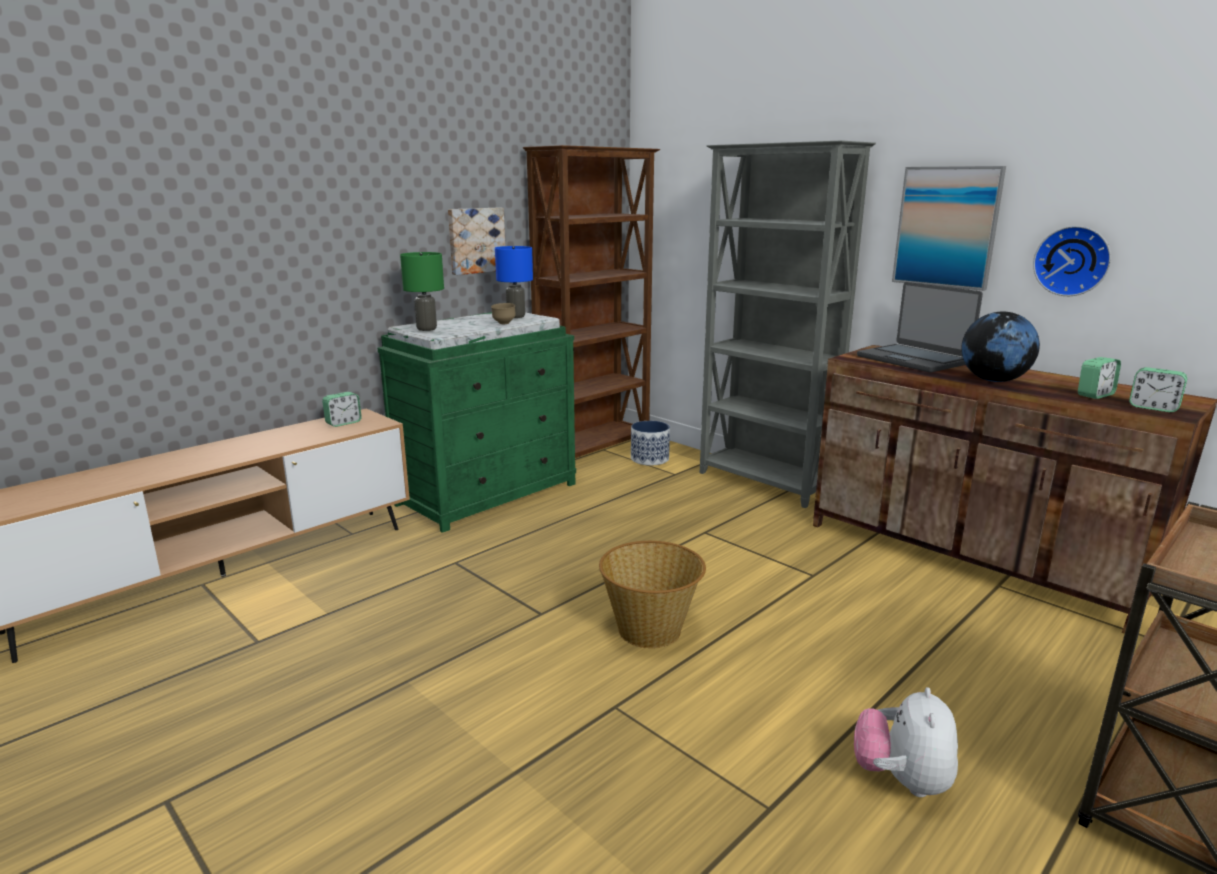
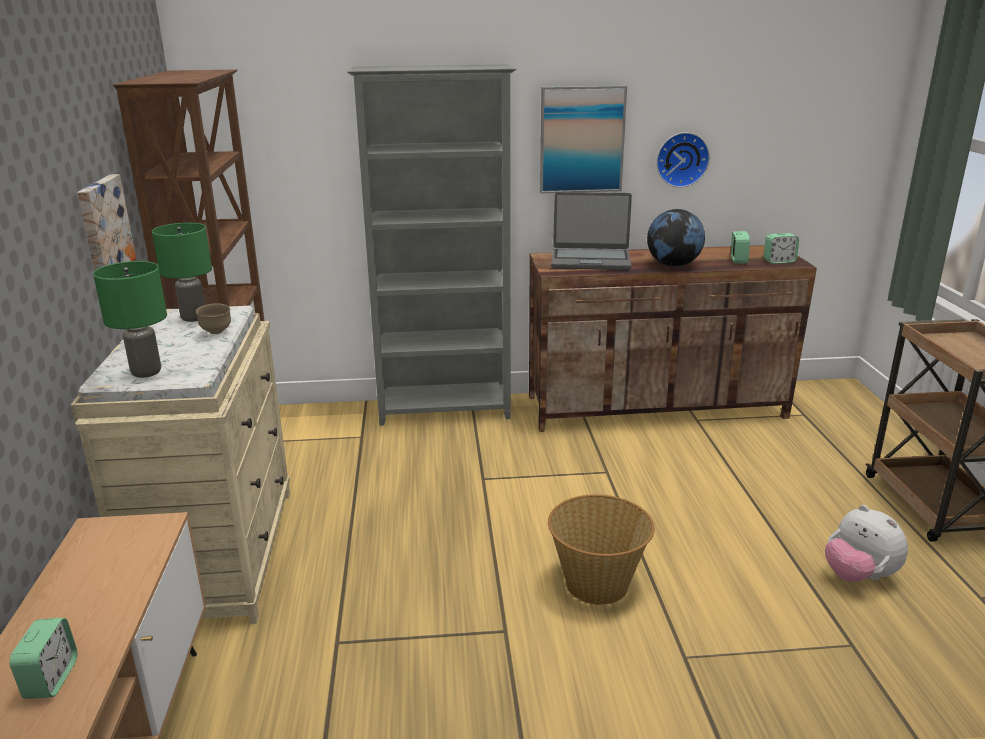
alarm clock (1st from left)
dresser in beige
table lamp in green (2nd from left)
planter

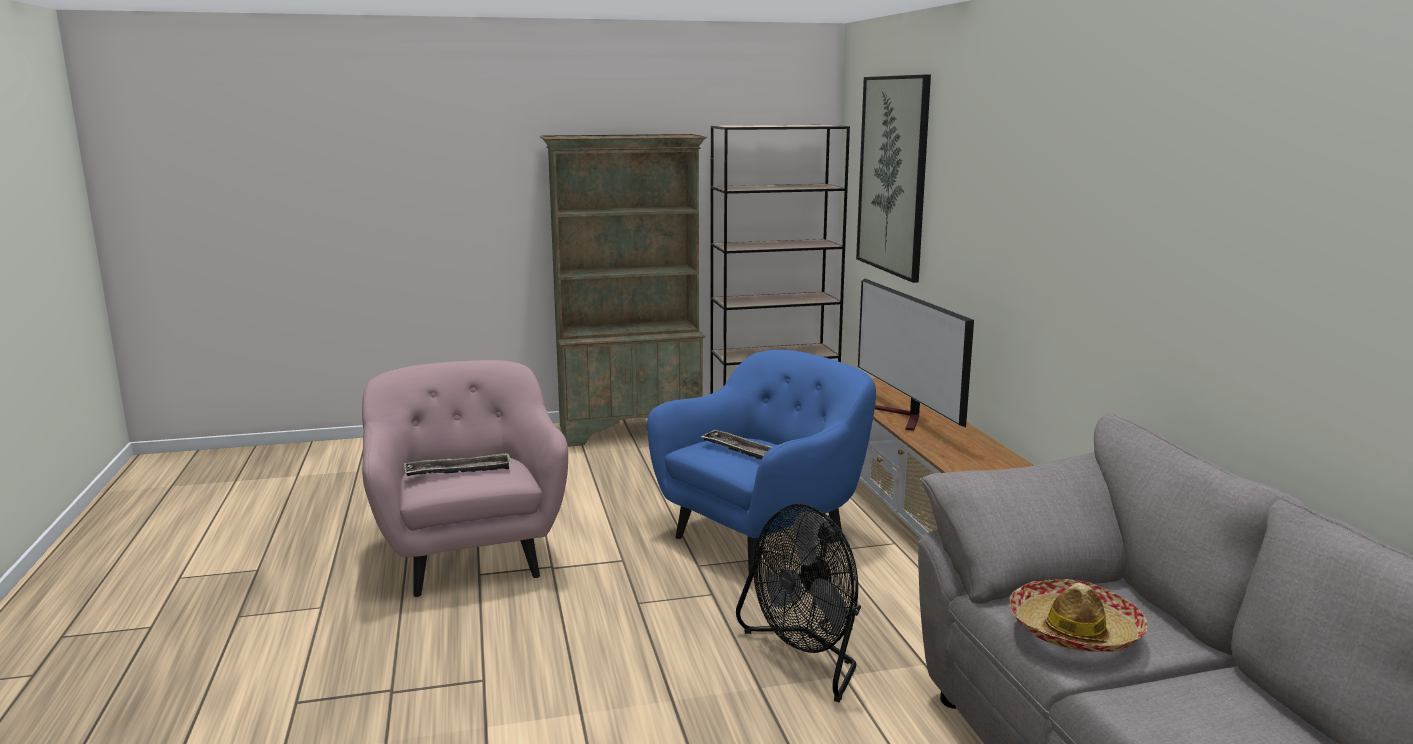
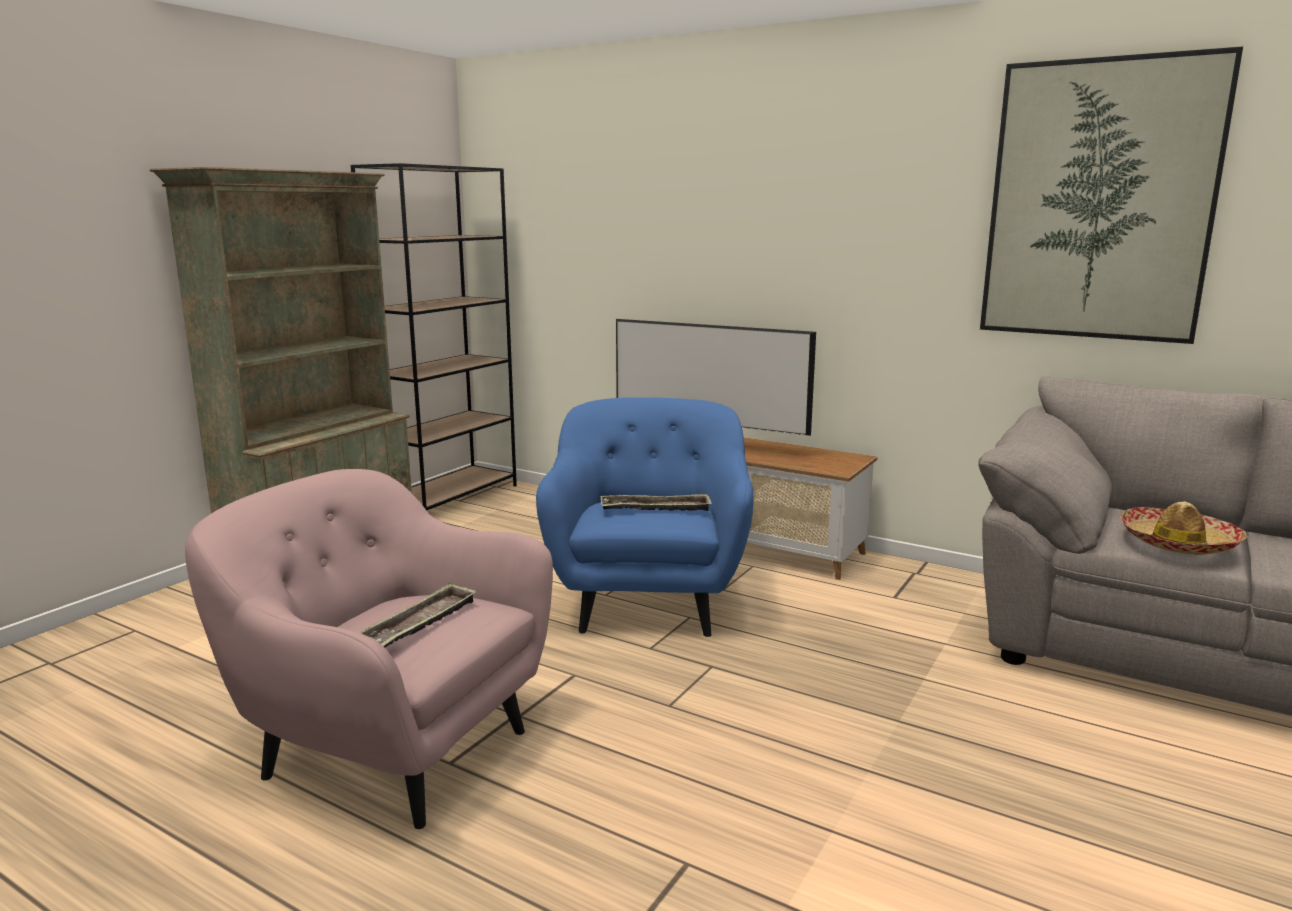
picture
fan in black

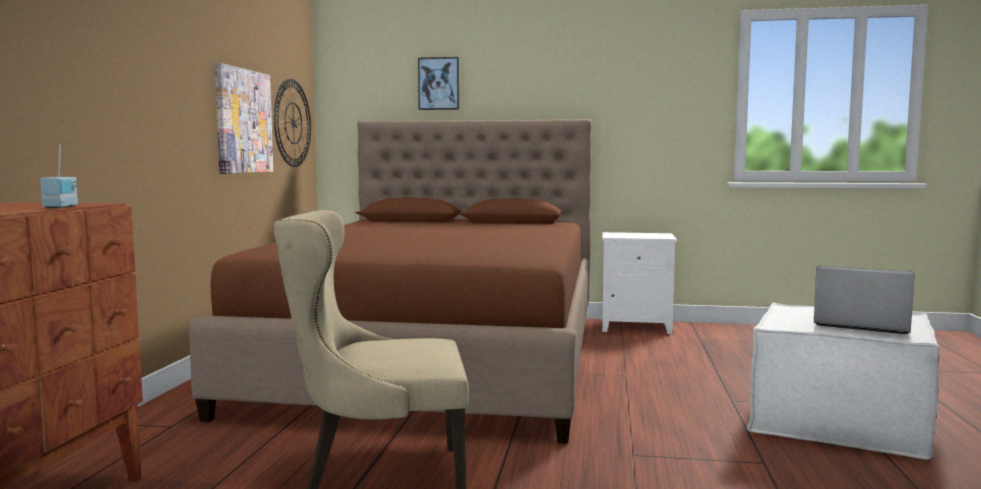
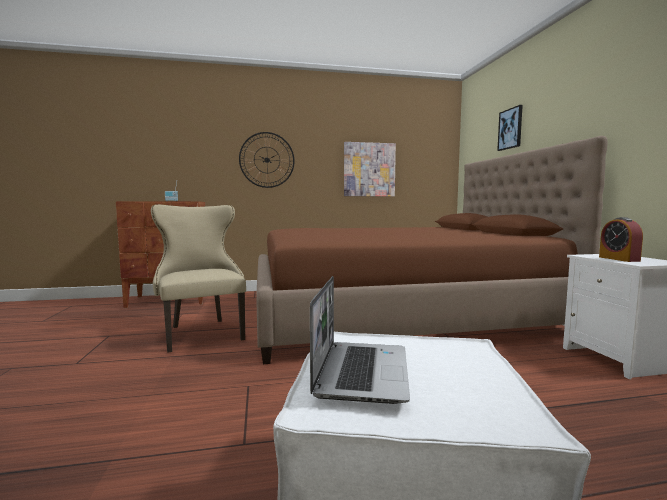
wall clock
alarm clock

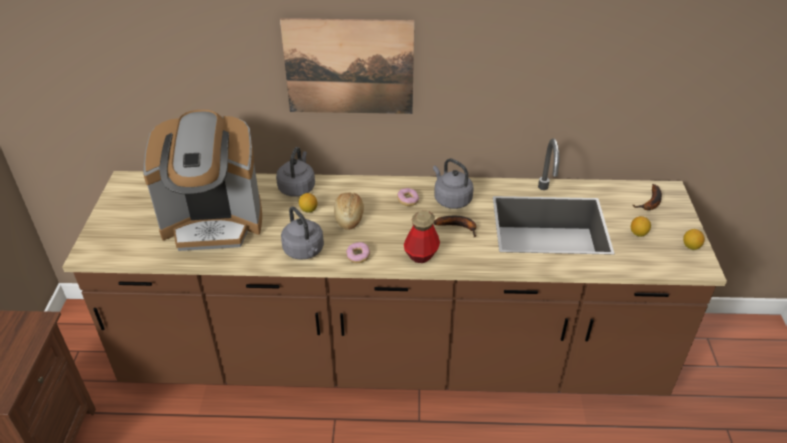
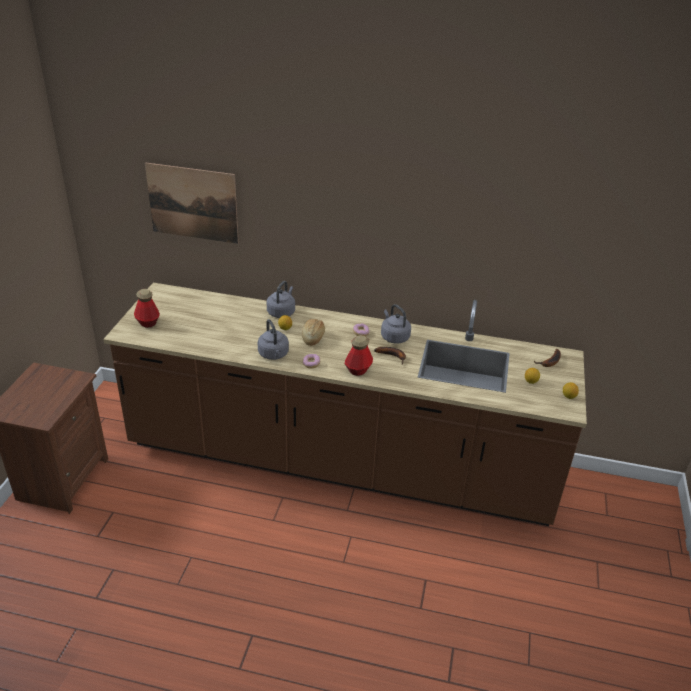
bottle (1st from left)
picture
coffee machine

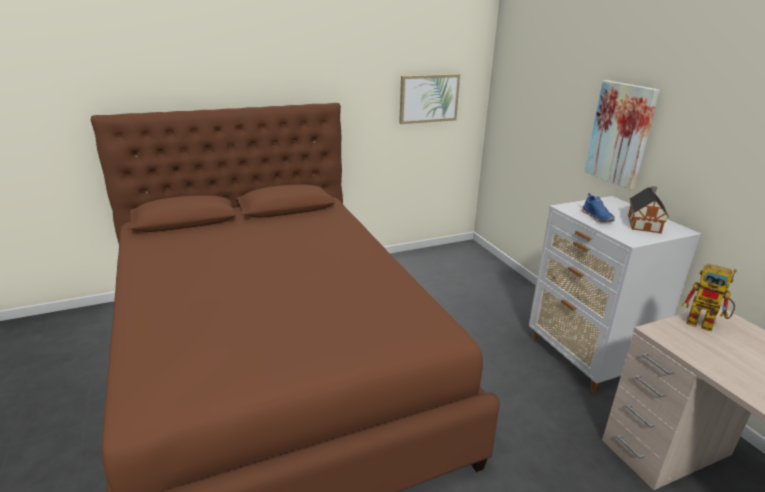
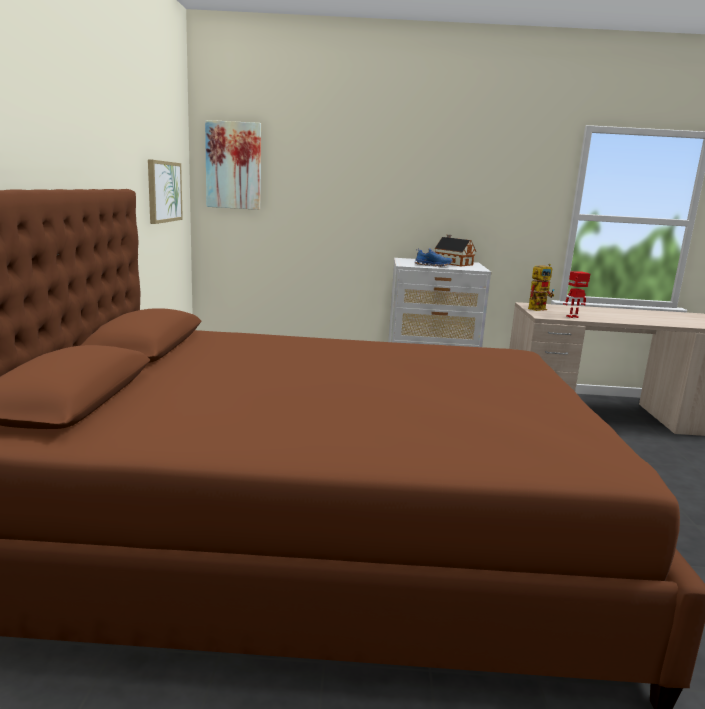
picture (2nd from left)
toy robot (2nd from left)

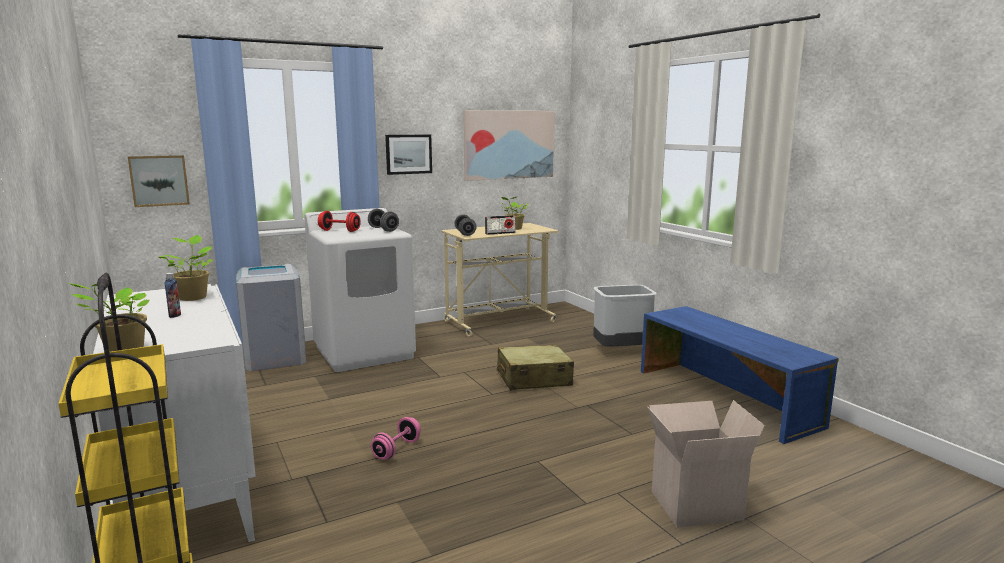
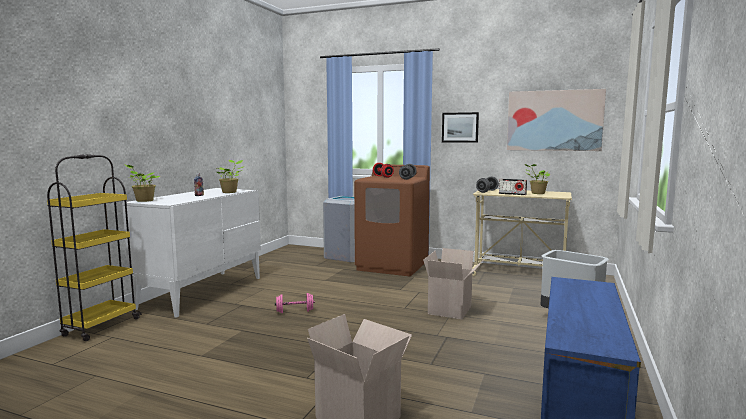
washing machine in brown
cardboard box (2nd from left)
picture (1st from left in the first image)

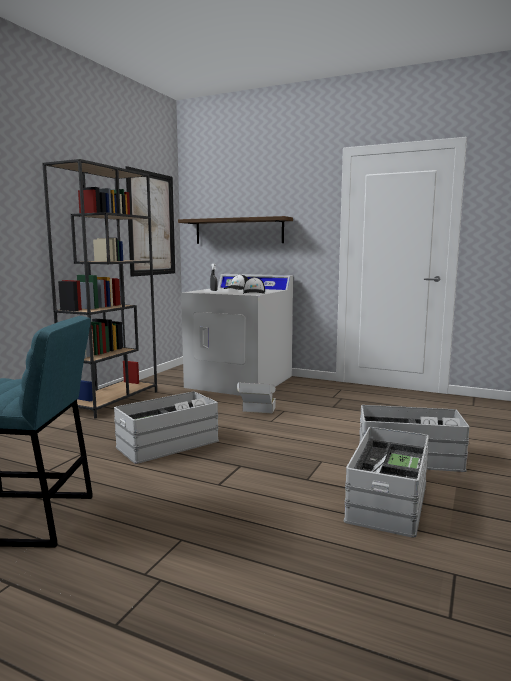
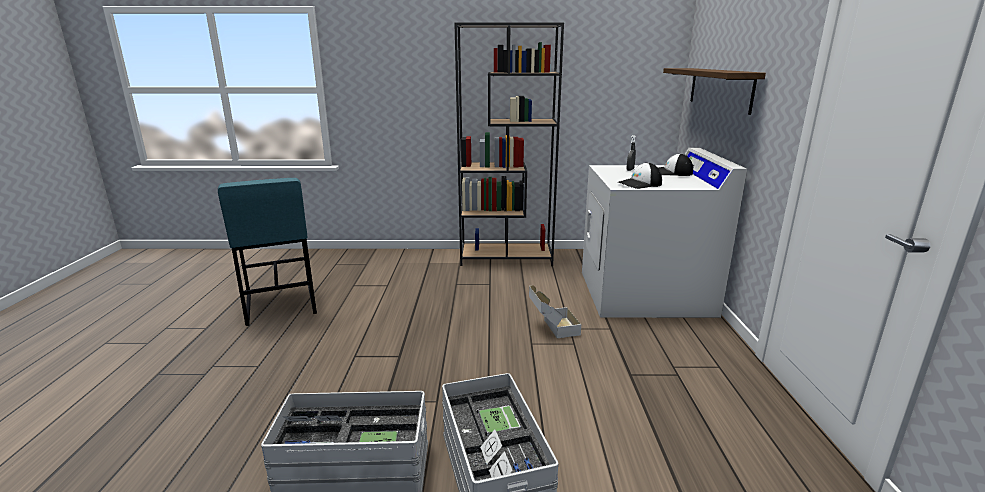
storage box in grey (1st from left in the first image)
picture

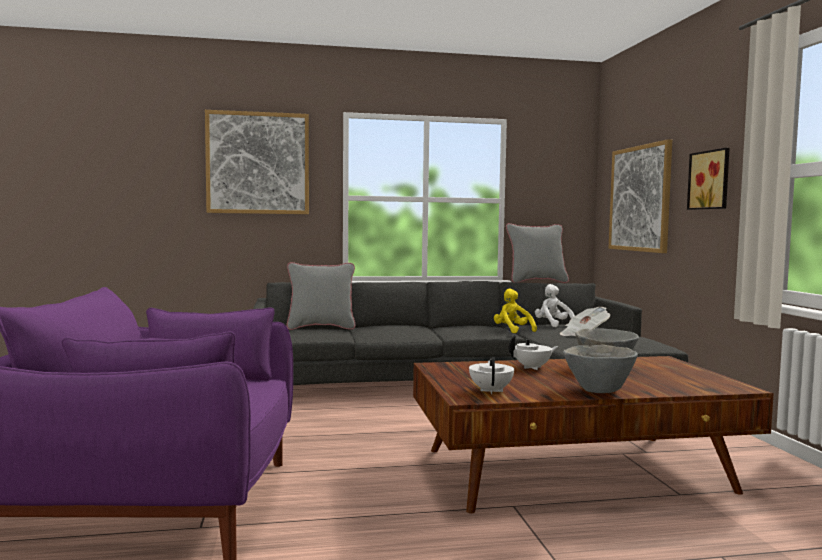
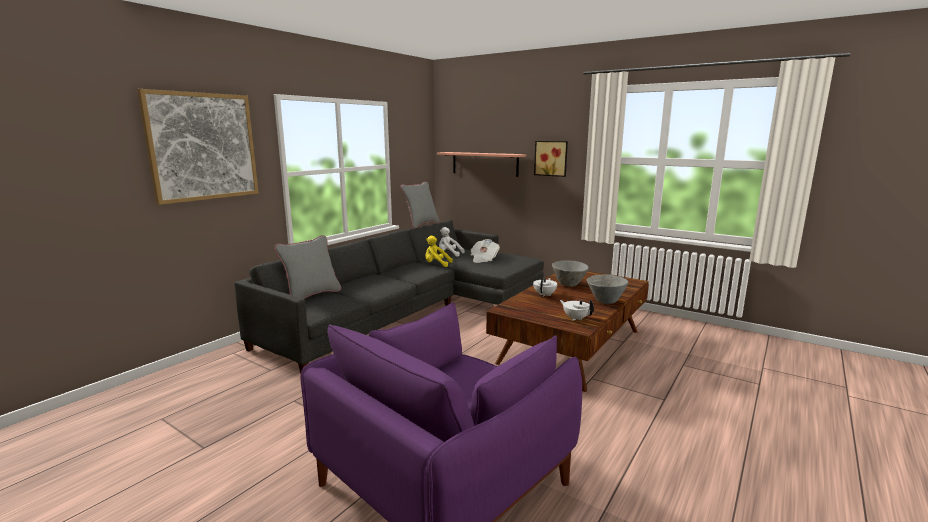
shelf

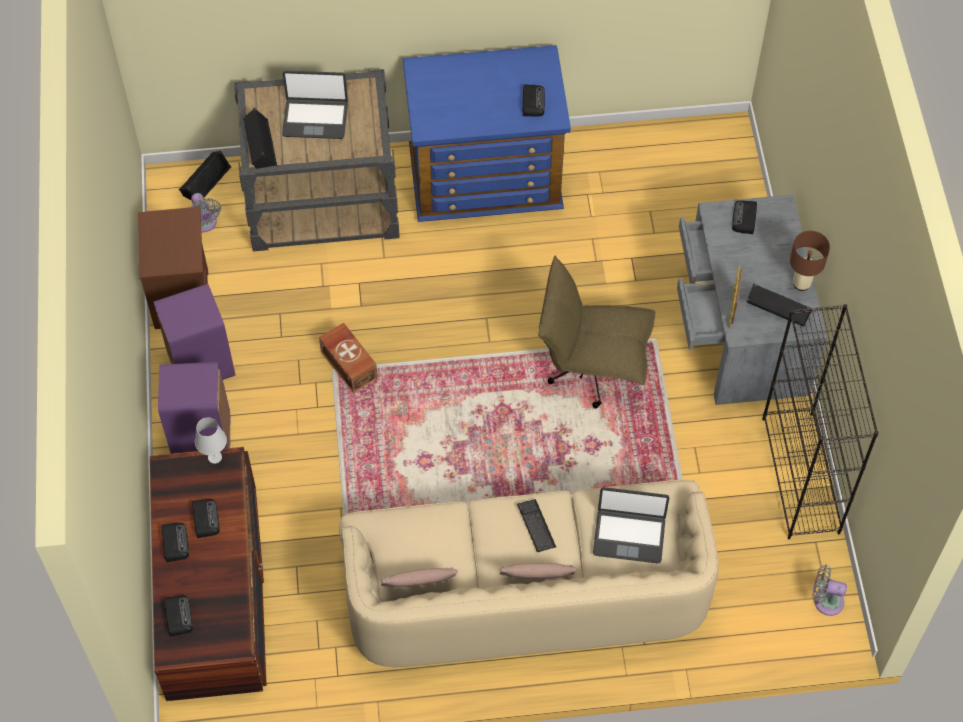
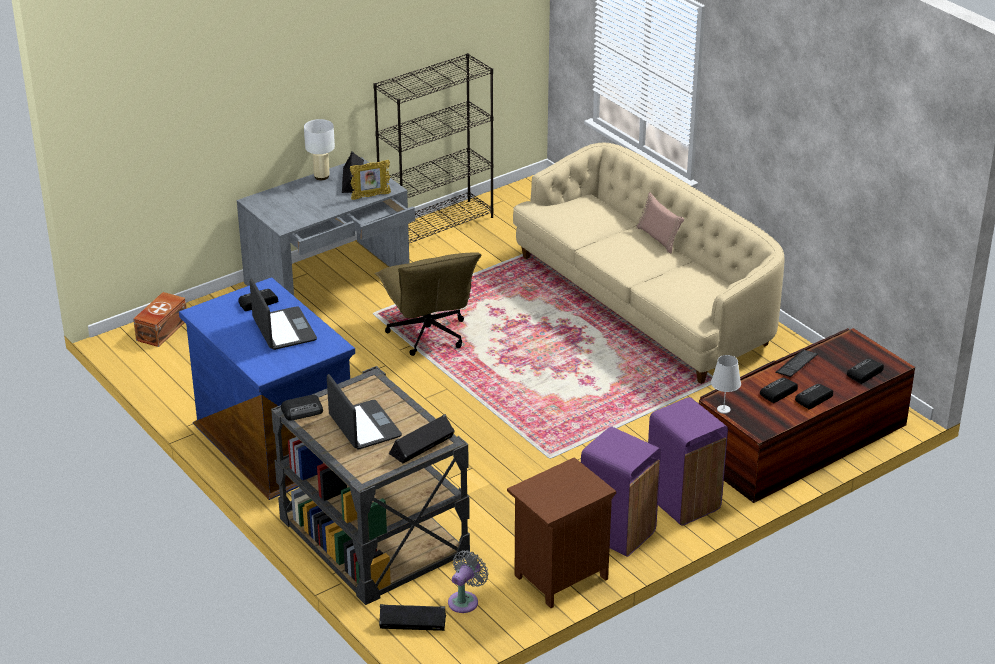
storage box in brown
laptop (1st from left)
radio (2nd from left)
table lamp in white (1st from left)
keyboard
pillow in beige (1st from left in the first image)
fan in grey (2nd from left in the first image)

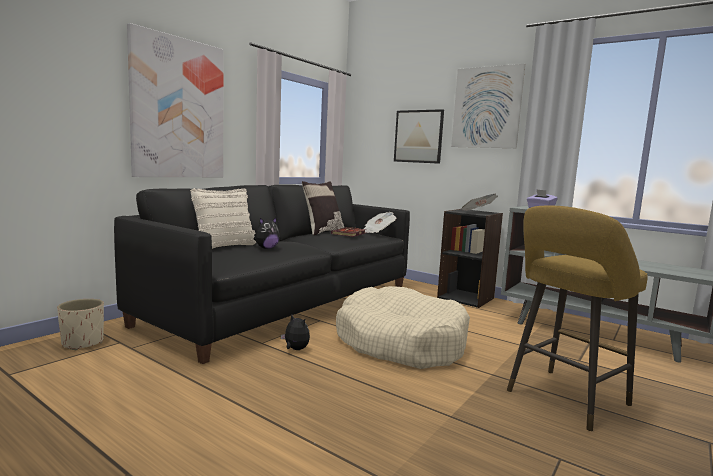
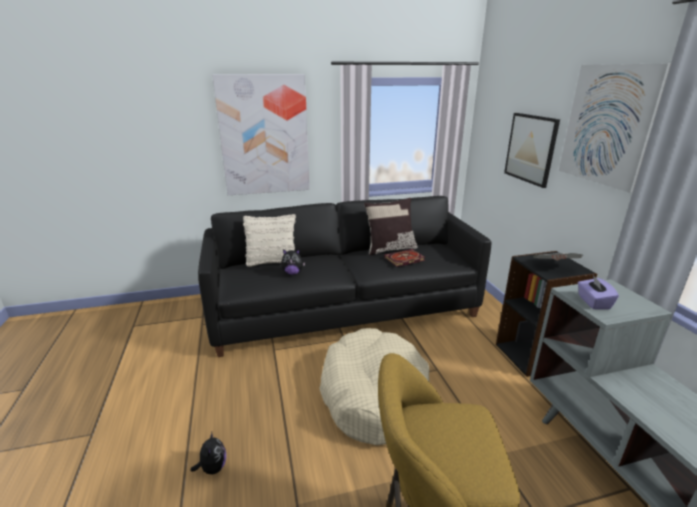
plush toy (1st from left)
planter in beige
newspaper (1st from left in the first image)

